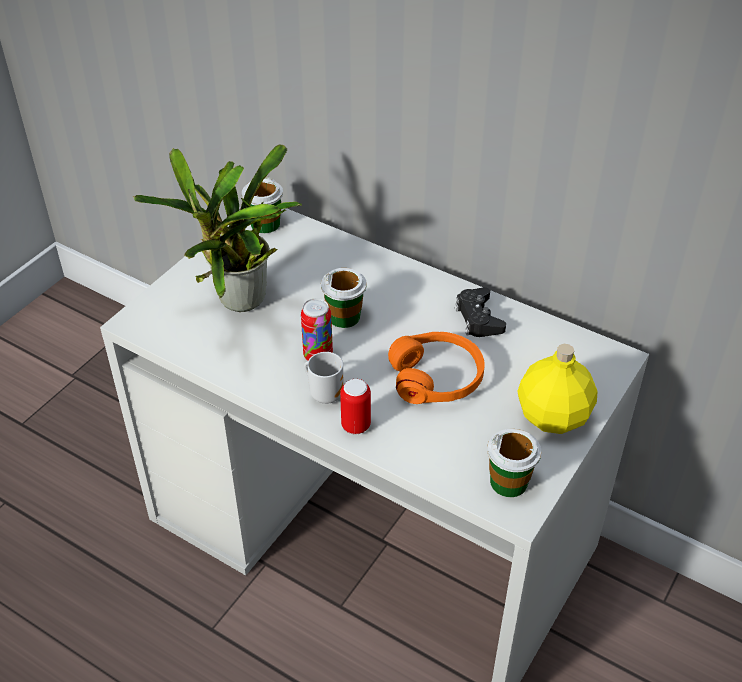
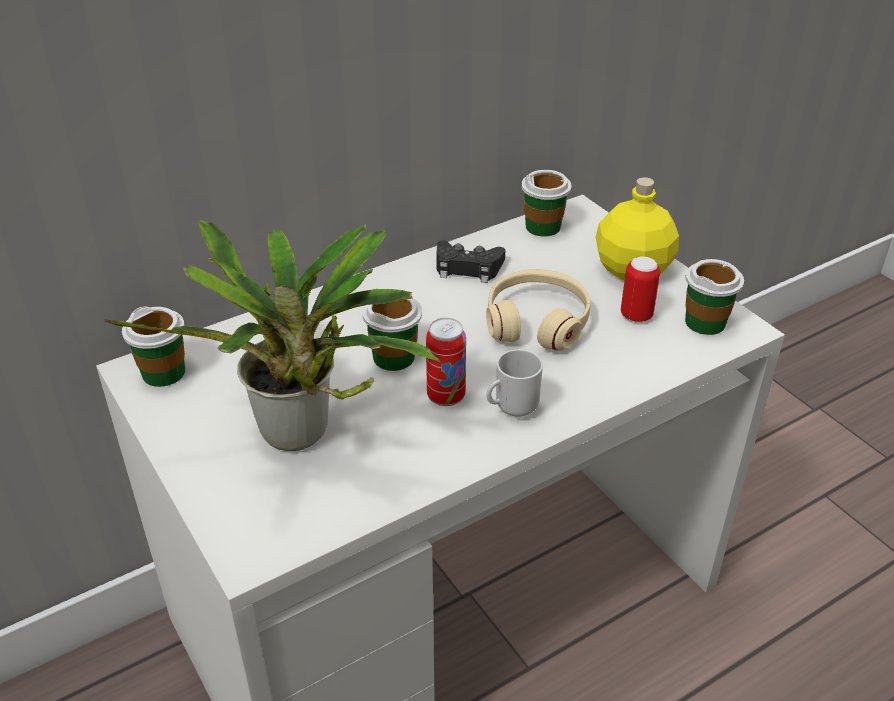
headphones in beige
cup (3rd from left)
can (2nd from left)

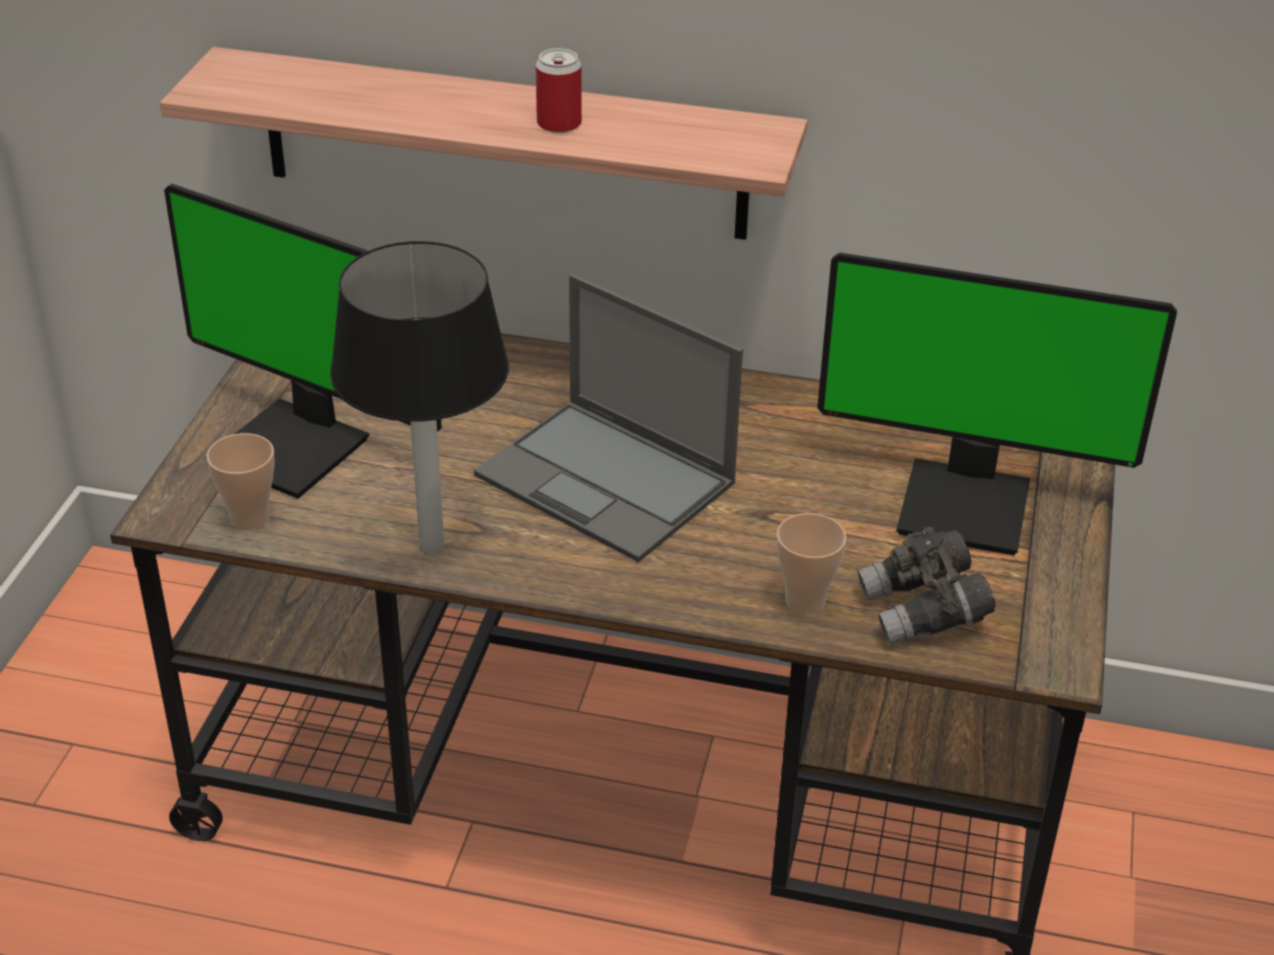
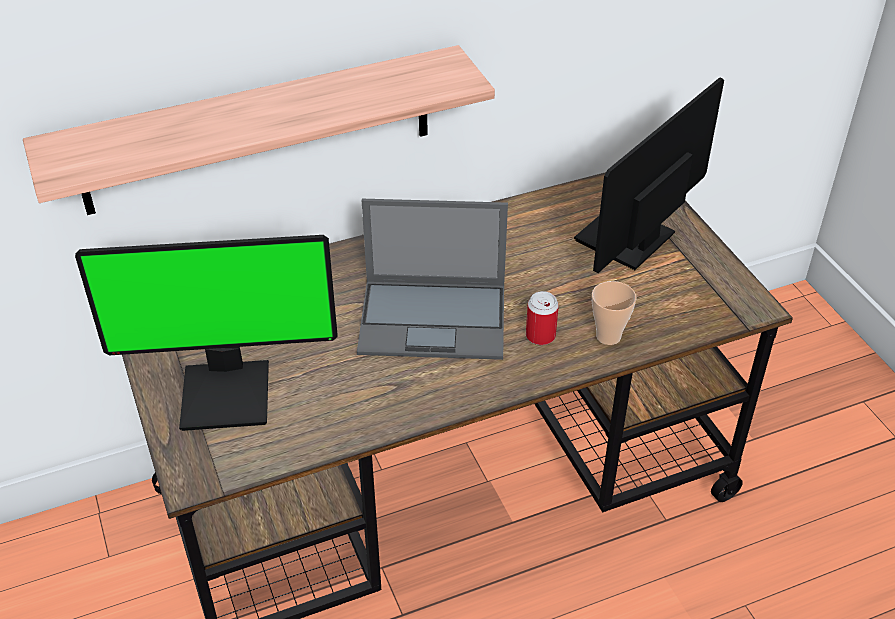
can
monitor (2nd from left)
cup (1st from left in the first image)
table lamp
binoculars in grey

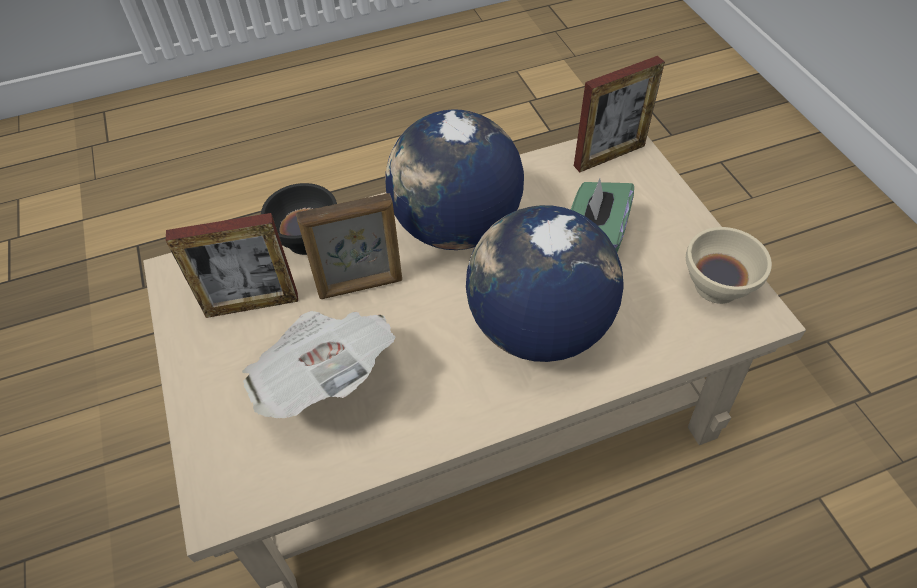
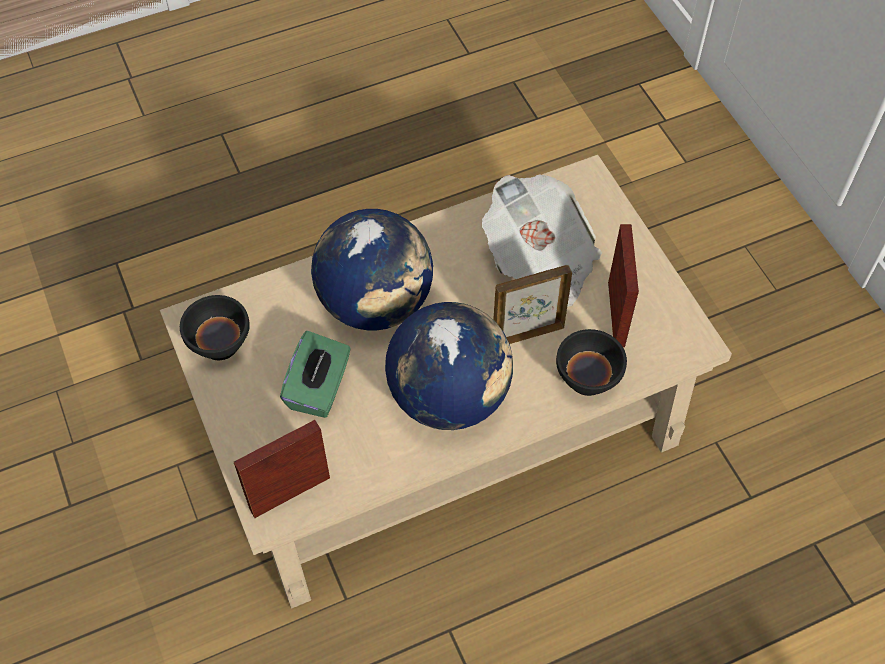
bowl in black (1st from left)
picture frame (3rd from left)

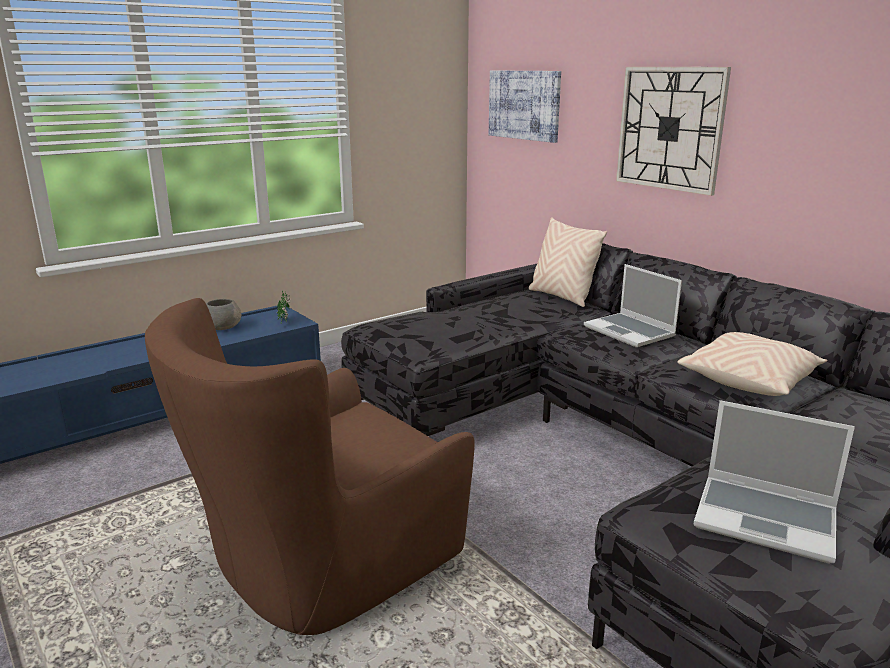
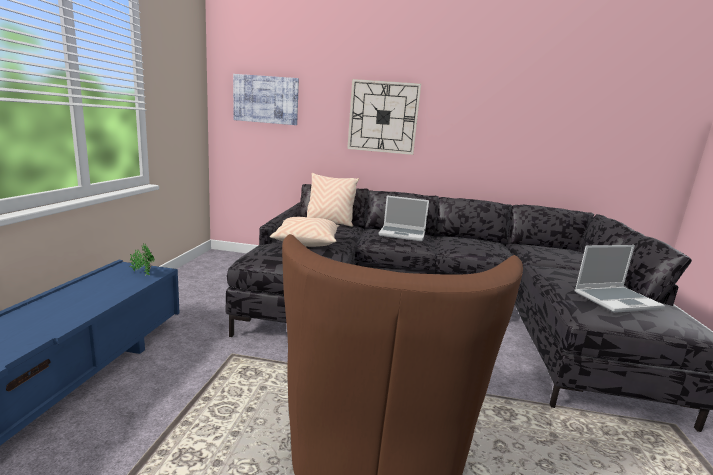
pillow in beige (1st from left)
bowl in grey

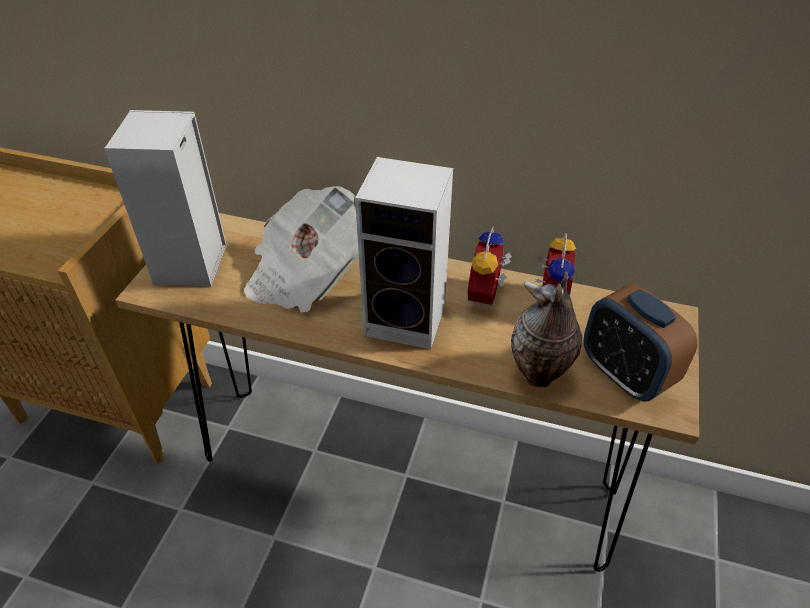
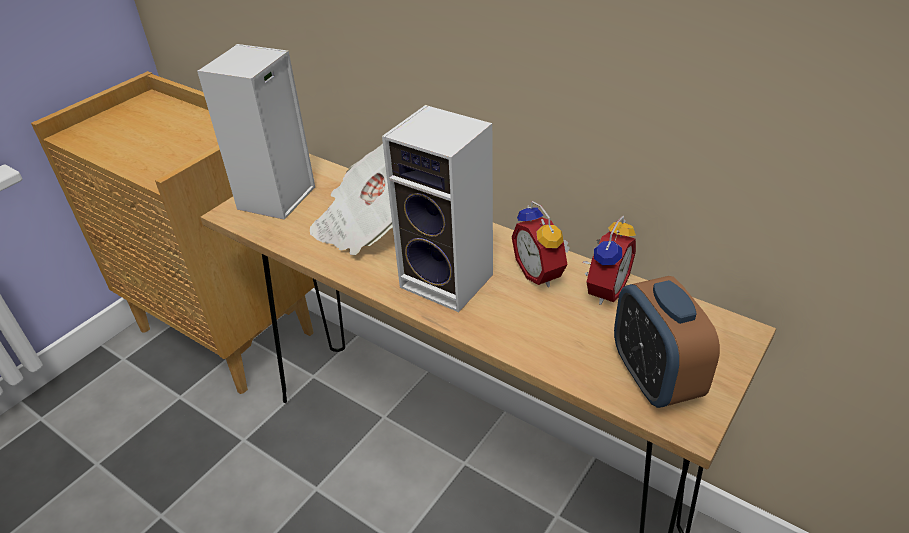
alarm clock (1st from left)
vase

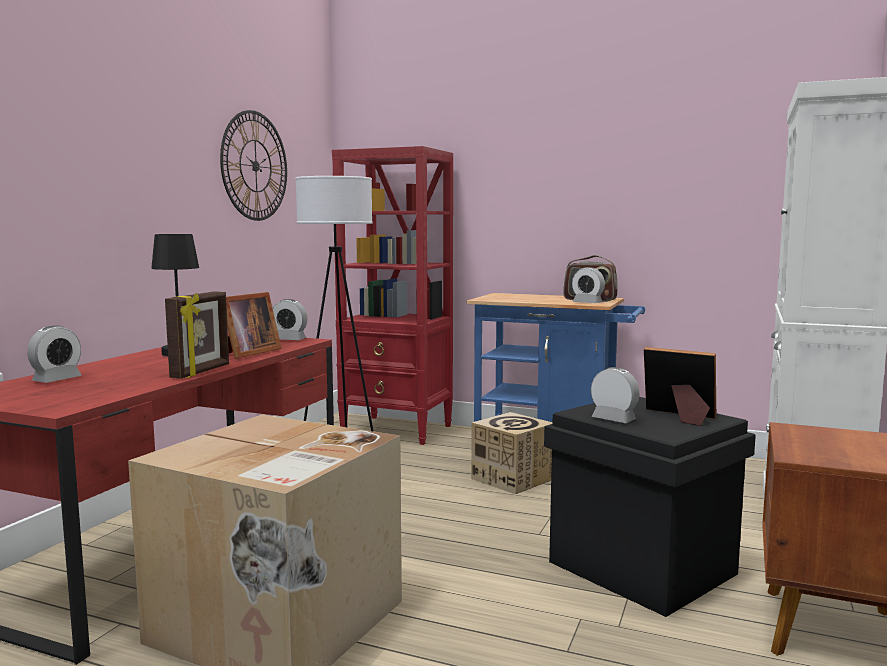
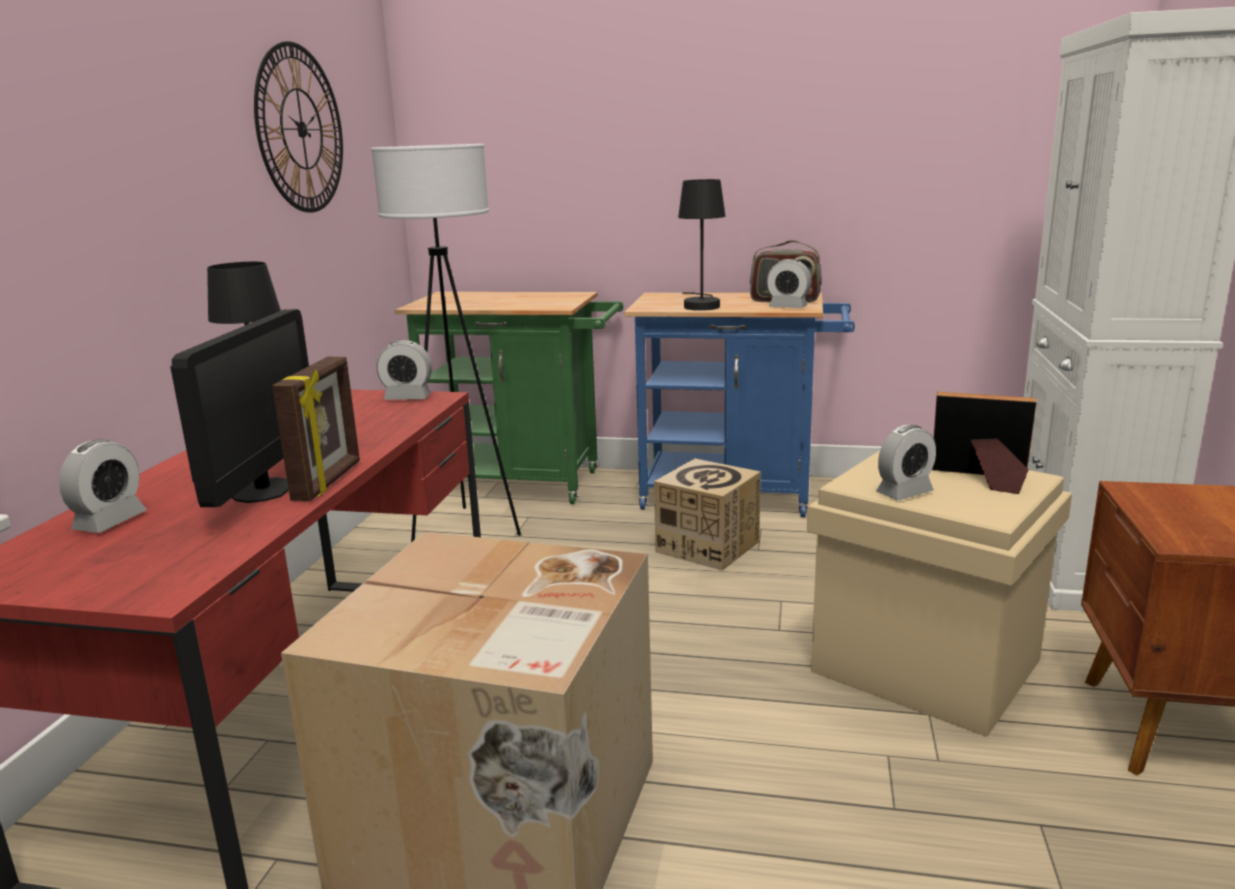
monitor
cart in green
table lamp in black (2nd from left)
storage box in beige
alarm clock (4th from left)
picture frame (2nd from left in the first image)

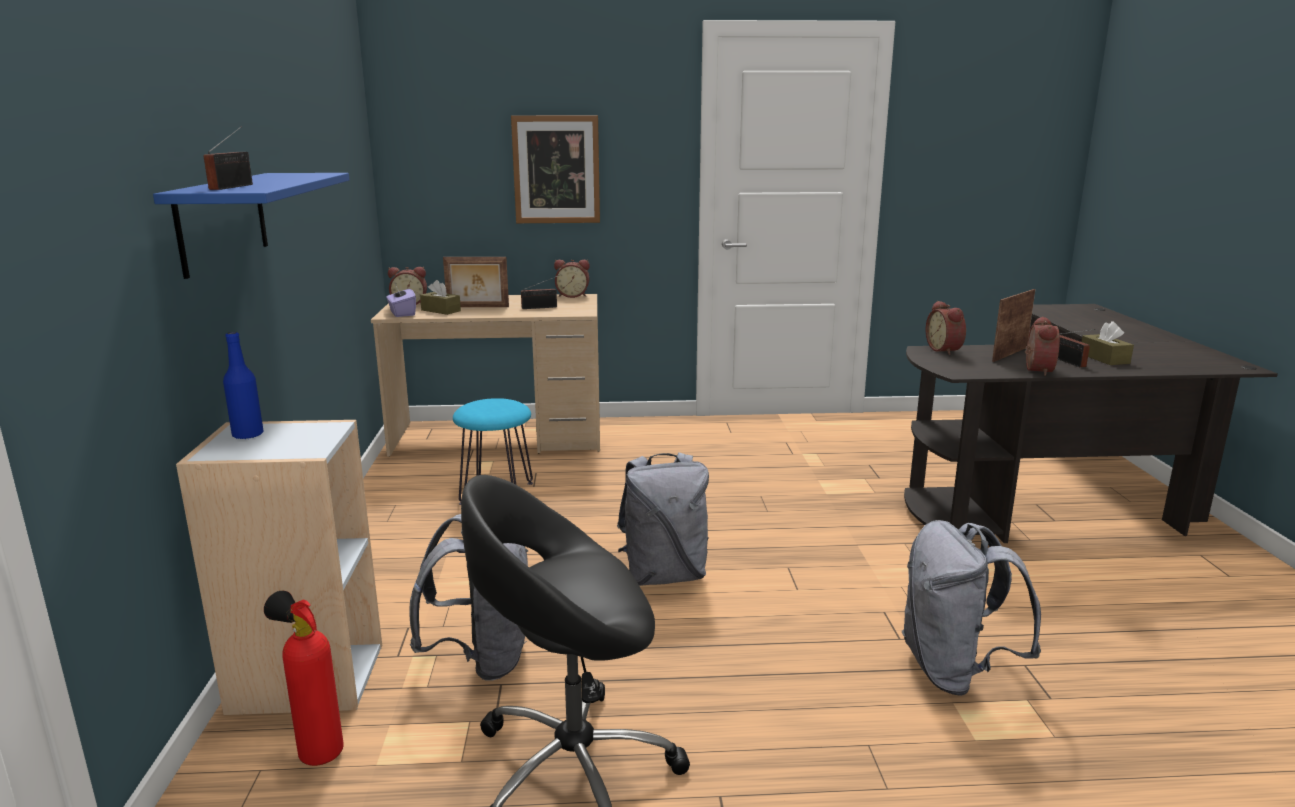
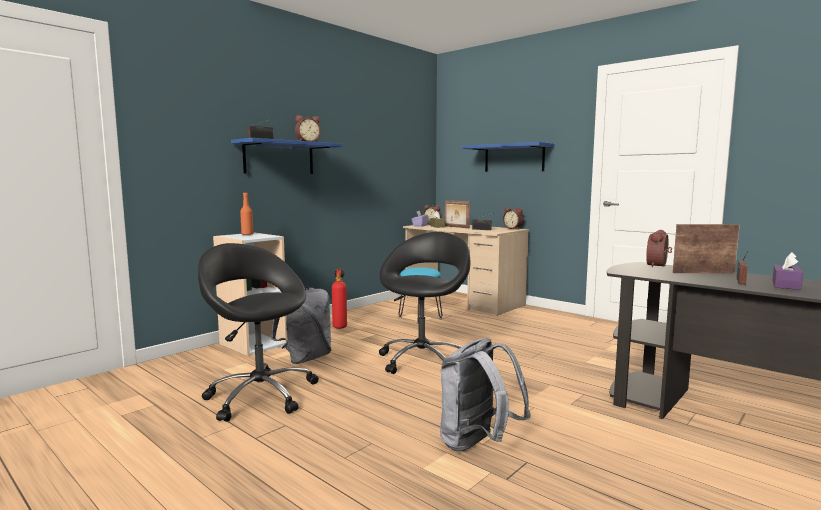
bottle in orange
alarm clock (1st from left)
fire extinguisher
office chair in black (2nd from left)
shelf in blue (2nd from left)
tissue box in purple (2nd from left)

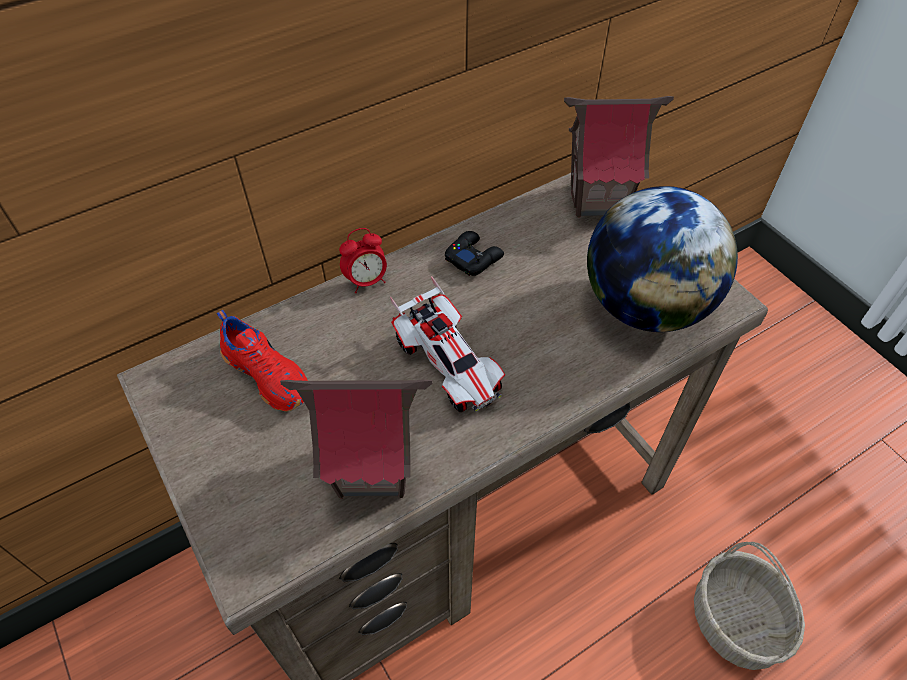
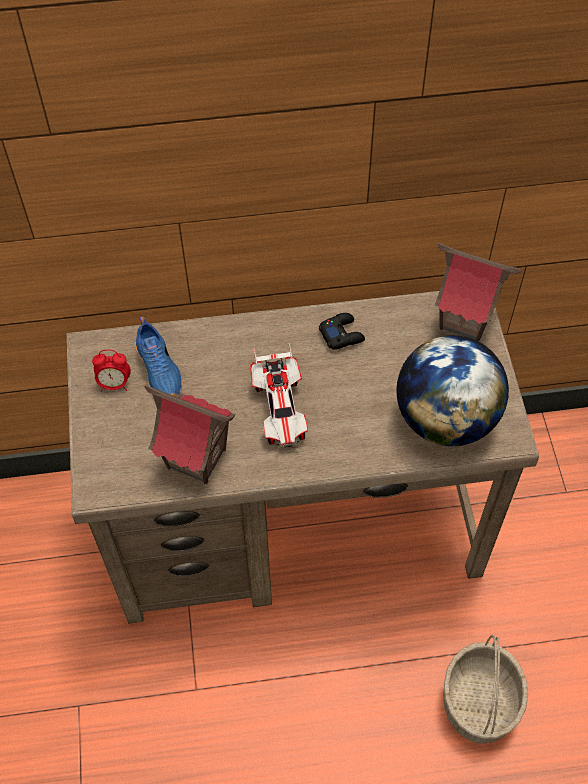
alarm clock
shoe in blue

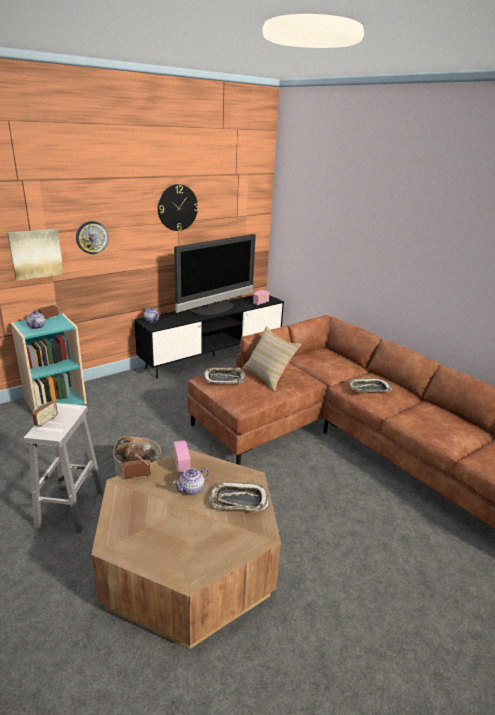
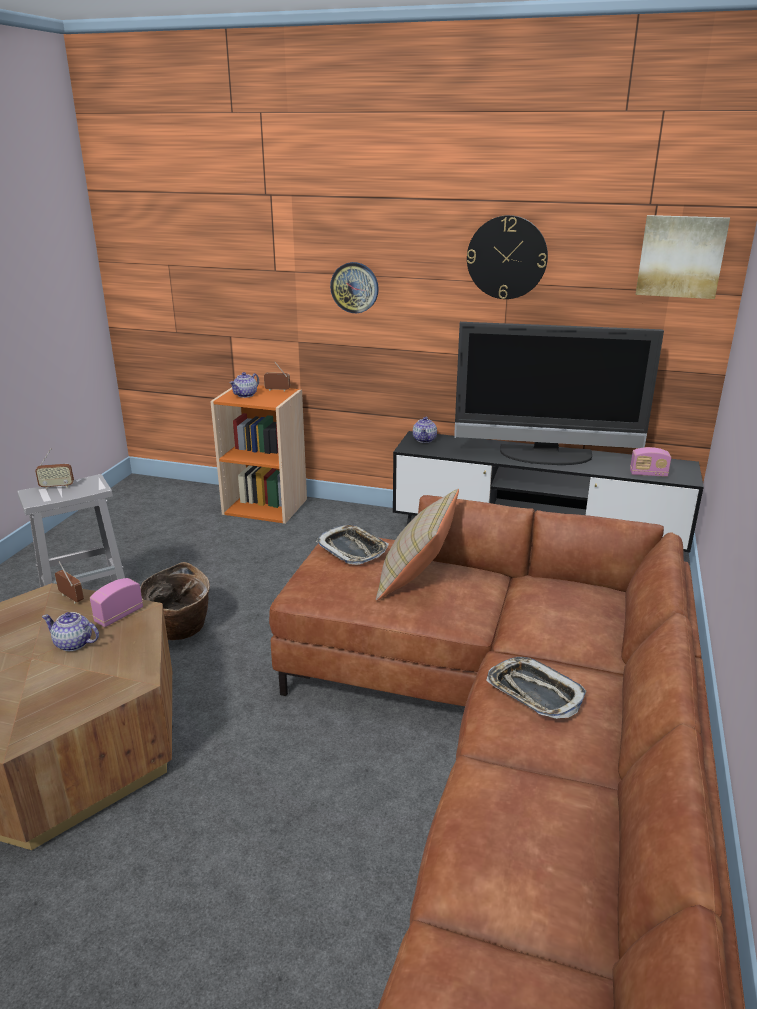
bookcase in orange
picture
tray (2nd from left in the first image)

